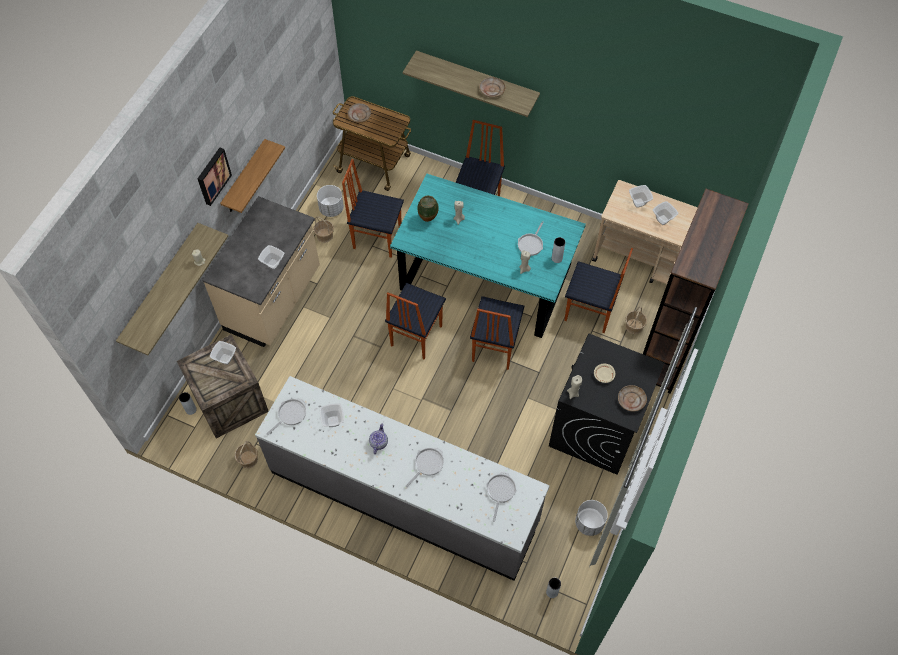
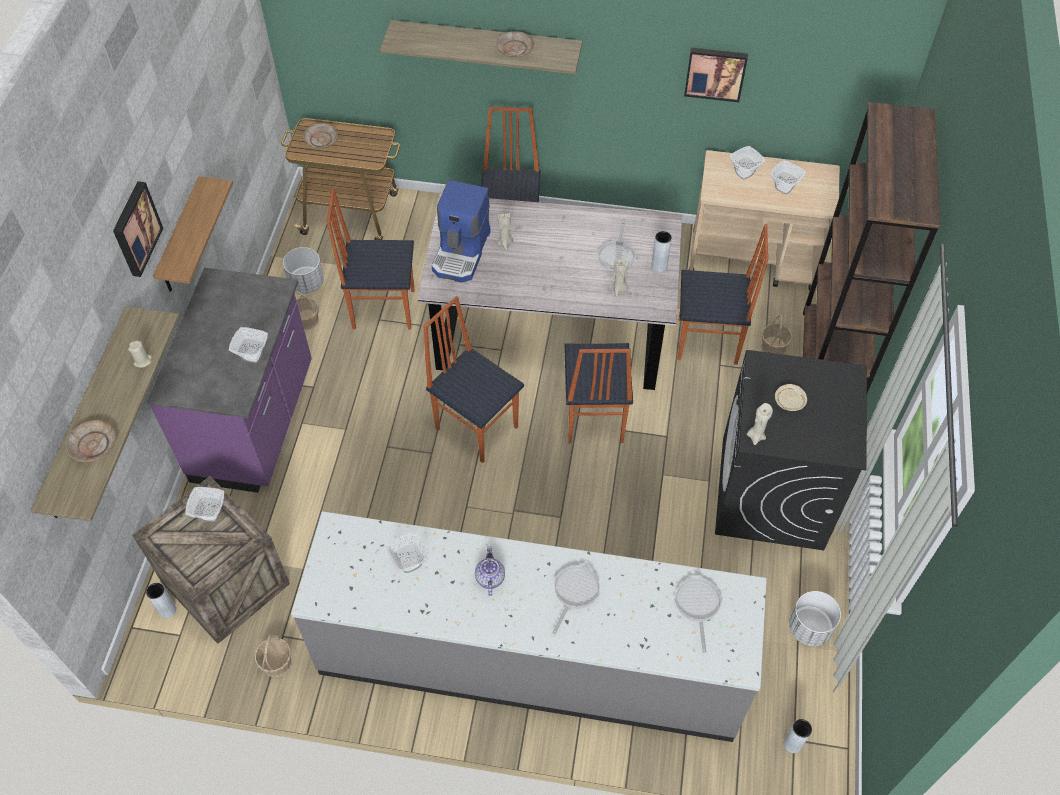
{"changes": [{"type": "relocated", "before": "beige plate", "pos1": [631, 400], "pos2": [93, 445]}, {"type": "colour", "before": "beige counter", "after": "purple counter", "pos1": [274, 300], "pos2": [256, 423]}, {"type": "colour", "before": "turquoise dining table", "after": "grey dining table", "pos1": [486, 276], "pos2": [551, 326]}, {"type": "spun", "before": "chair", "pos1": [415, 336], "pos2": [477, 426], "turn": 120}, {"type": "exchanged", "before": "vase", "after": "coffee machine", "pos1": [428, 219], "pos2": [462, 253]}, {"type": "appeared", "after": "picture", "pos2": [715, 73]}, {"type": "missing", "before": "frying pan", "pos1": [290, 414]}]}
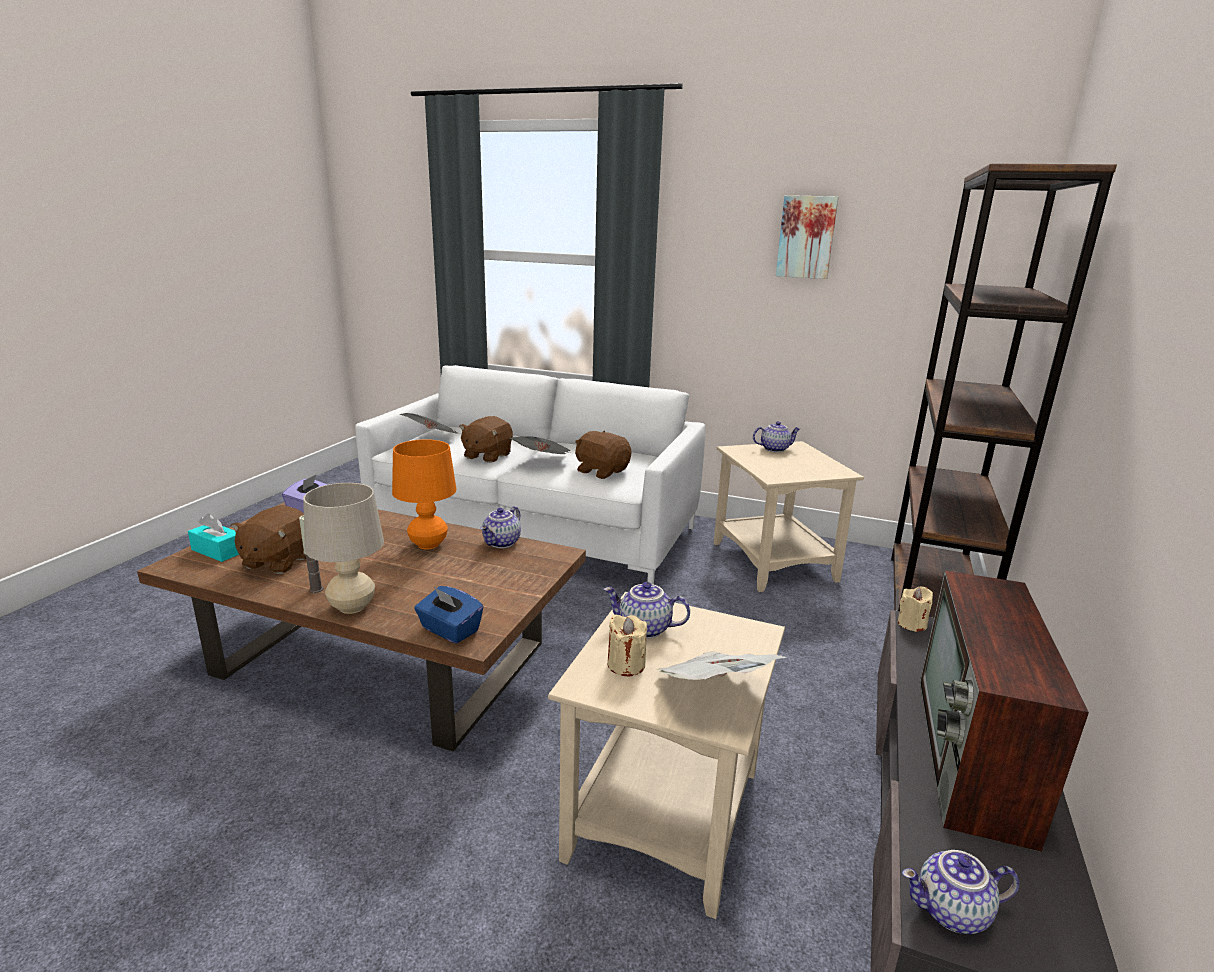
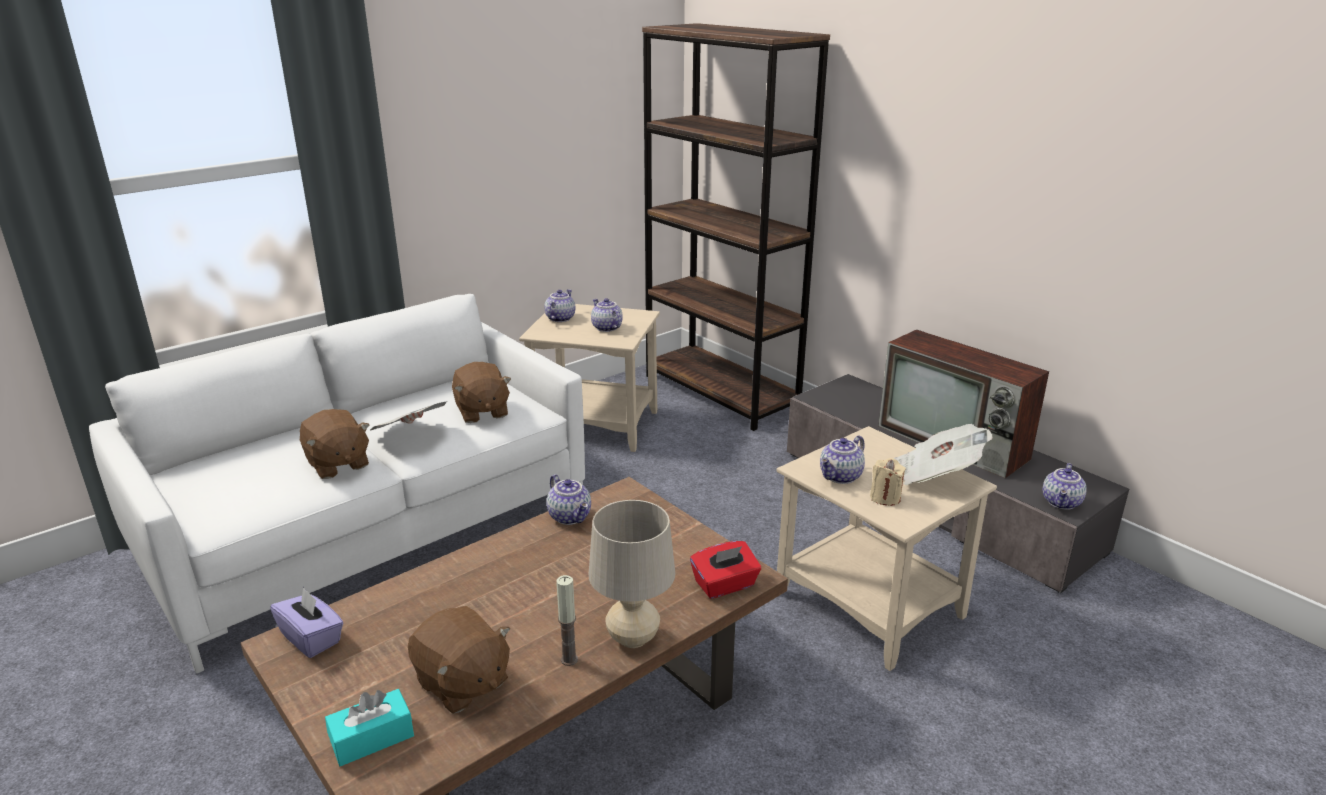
{"changes": [{"type": "spun", "before": "brown plush toy", "pos1": [602, 471], "pos2": [481, 412], "turn": -90}, {"type": "appeared", "after": "teapot", "pos2": [606, 328]}, {"type": "colour", "before": "blue tissue box", "after": "red tissue box", "pos1": [449, 630], "pos2": [725, 585]}, {"type": "missing", "before": "orange table lamp", "pos1": [428, 544]}, {"type": "missing", "before": "newspaper", "pos1": [432, 438]}, {"type": "missing", "before": "picture", "pos1": [806, 237]}, {"type": "missing", "before": "beige candle", "pos1": [912, 624]}]}
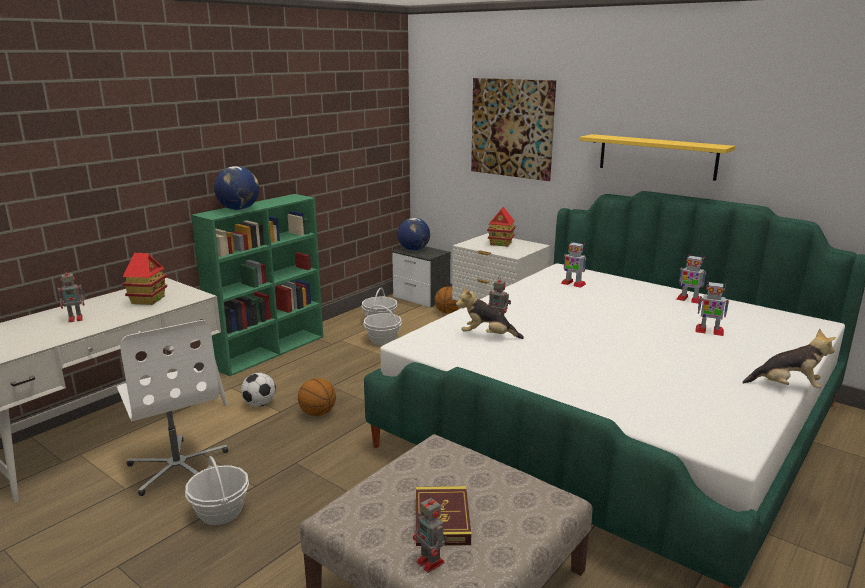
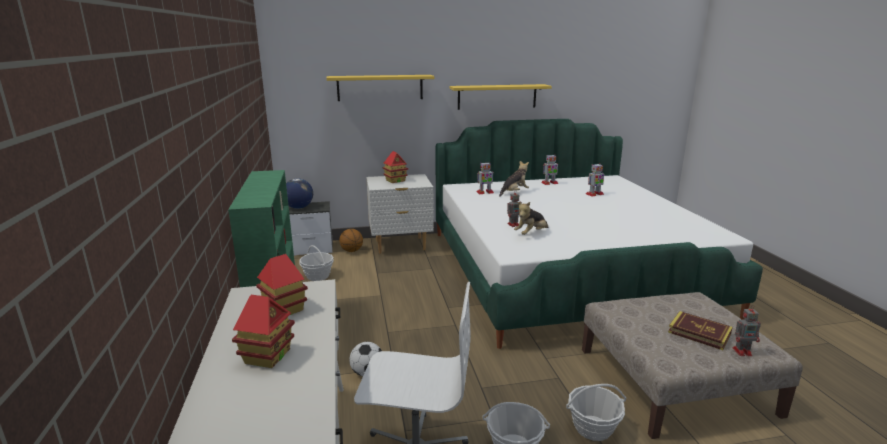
{"changes": [{"type": "exchanged", "before": "toy robot", "after": "toy house", "pos1": [76, 318], "pos2": [267, 356]}, {"type": "exchanged", "before": "picture", "after": "yellow shelf", "pos1": [512, 128], "pos2": [380, 87]}, {"type": "relocated", "before": "plush toy", "pos1": [787, 387], "pos2": [514, 192]}, {"type": "relocated", "before": "basket", "pos1": [383, 340], "pos2": [593, 428]}, {"type": "missing", "before": "globe", "pos1": [239, 209]}, {"type": "missing", "before": "basketball", "pos1": [317, 413]}]}
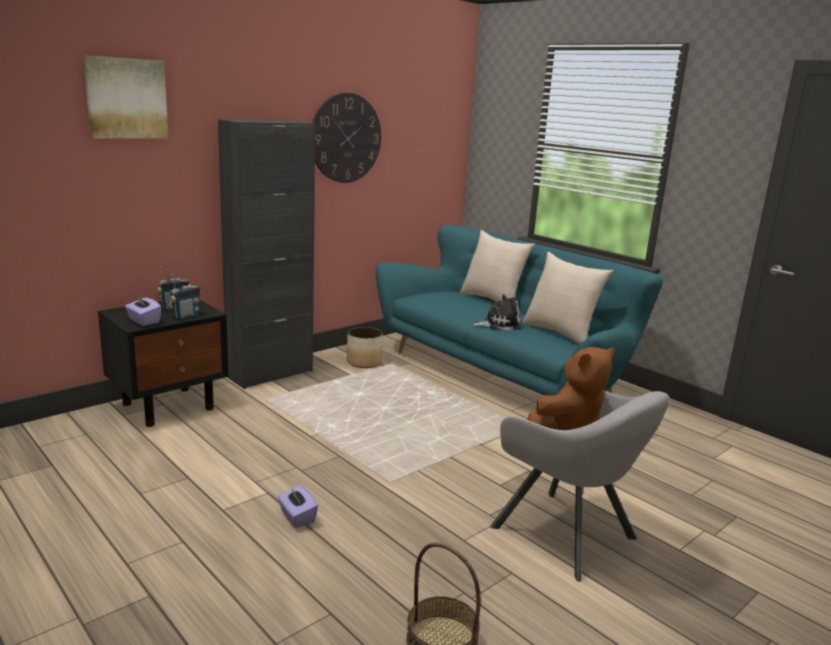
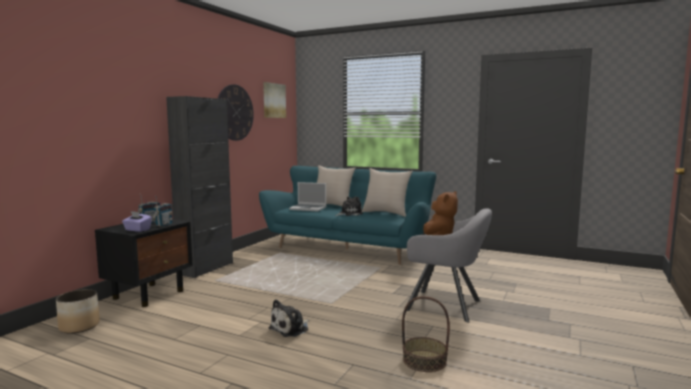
{"changes": [{"type": "relocated", "before": "planter", "pos1": [364, 362], "pos2": [79, 326]}, {"type": "relocated", "before": "picture", "pos1": [126, 98], "pos2": [273, 100]}, {"type": "exchanged", "before": "purple tissue box", "after": "plush toy", "pos1": [297, 517], "pos2": [291, 329]}, {"type": "appeared", "after": "laptop", "pos2": [308, 208]}]}
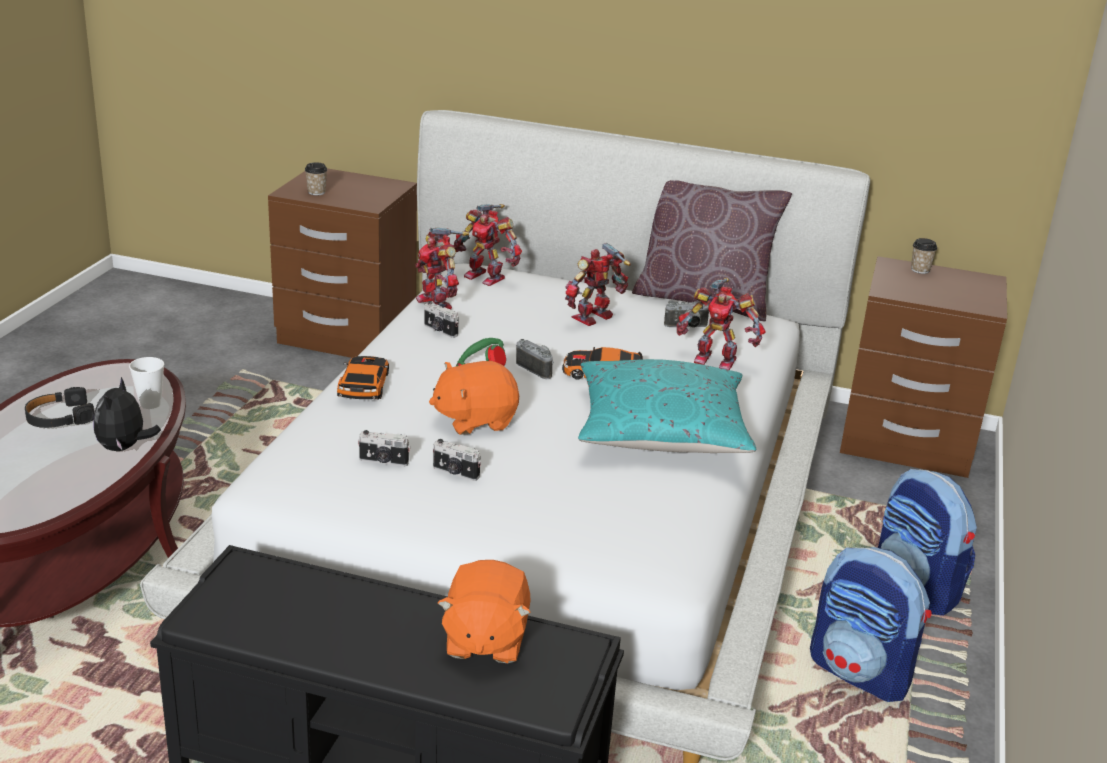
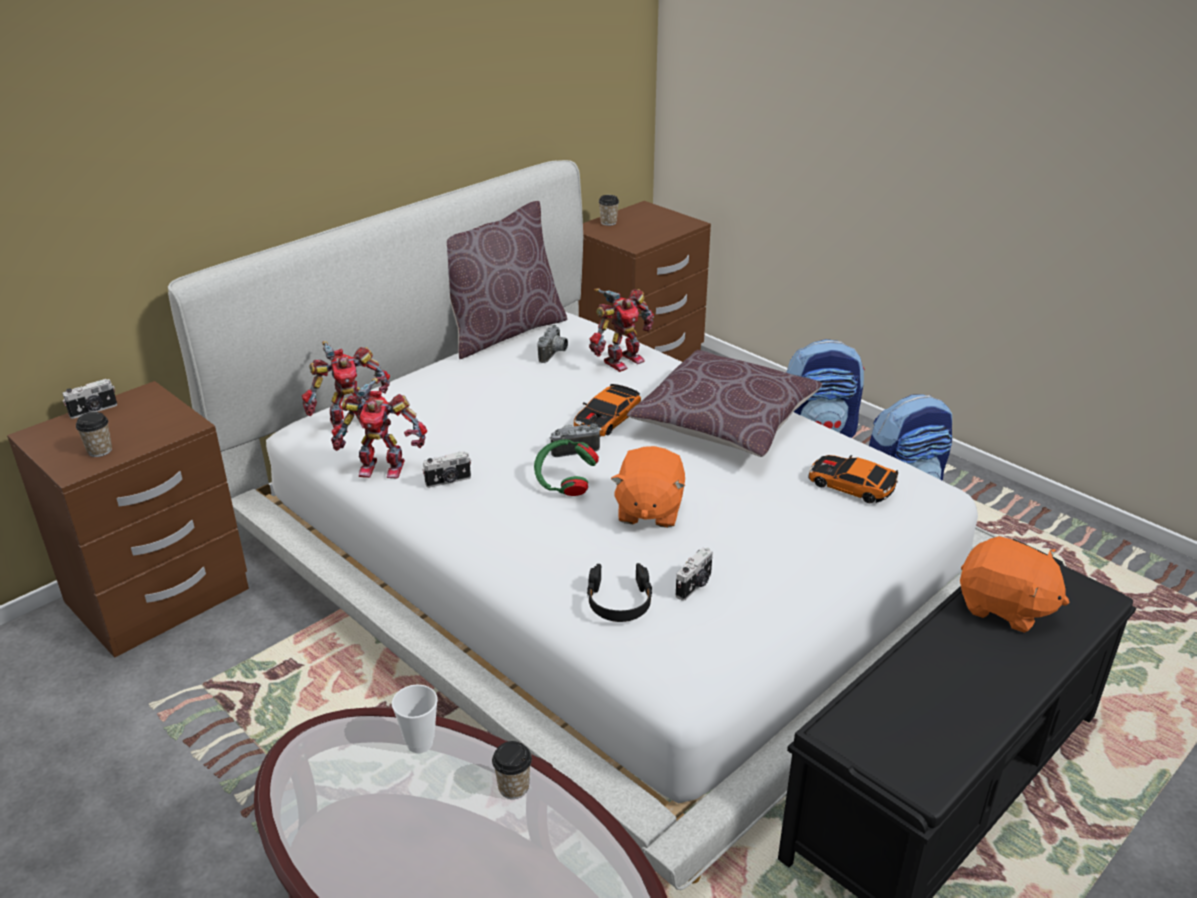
{"changes": [{"type": "relocated", "before": "photo camera", "pos1": [455, 473], "pos2": [94, 411]}, {"type": "exchanged", "before": "plush toy", "after": "cup", "pos1": [124, 448], "pos2": [513, 787]}, {"type": "relocated", "before": "black headphones", "pos1": [59, 417], "pos2": [619, 601]}, {"type": "colour", "before": "turquoise pillow", "after": "brown pillow", "pos1": [661, 431], "pos2": [725, 422]}, {"type": "relocated", "before": "toy car", "pos1": [363, 385], "pos2": [851, 485]}, {"type": "missing", "before": "toy robot", "pos1": [594, 318]}]}
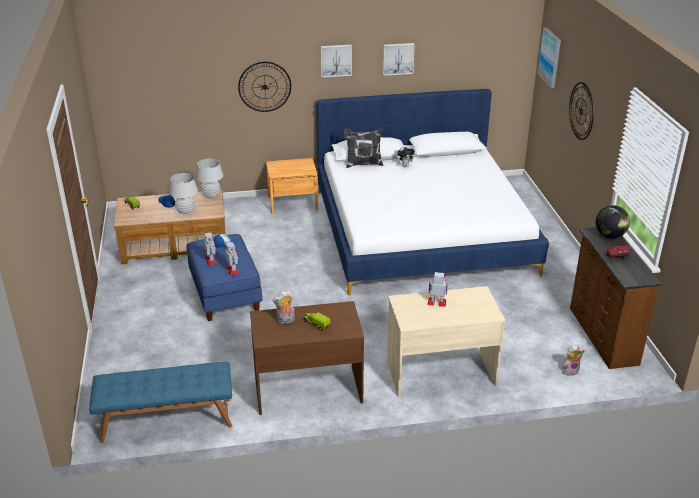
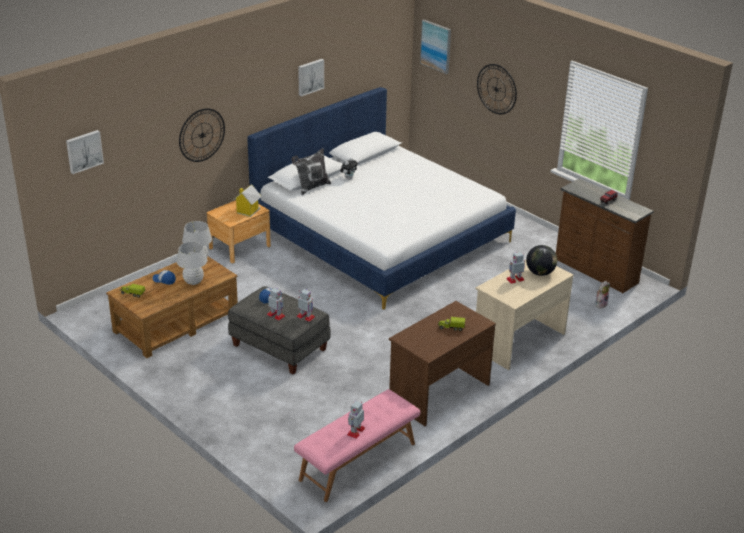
{"changes": [{"type": "relocated", "before": "picture", "pos1": [336, 60], "pos2": [84, 151]}, {"type": "colour", "before": "blue ottoman", "after": "grey ottoman", "pos1": [224, 294], "pos2": [278, 347]}, {"type": "appeared", "after": "toy house", "pos2": [247, 211]}, {"type": "colour", "before": "blue bench", "after": "pink bench", "pos1": [166, 420], "pos2": [358, 462]}, {"type": "appeared", "after": "toy robot", "pos2": [356, 431]}, {"type": "relocated", "before": "globe", "pos1": [610, 235], "pos2": [540, 273]}, {"type": "missing", "before": "plush toy", "pos1": [285, 321]}]}
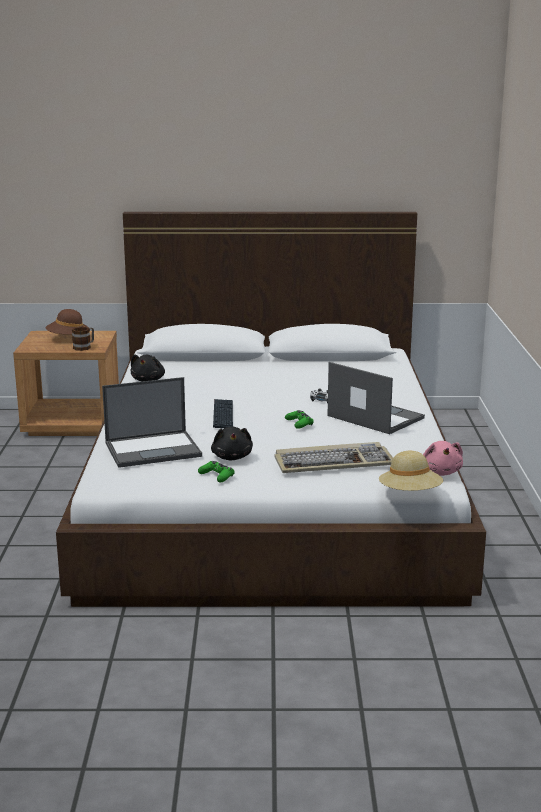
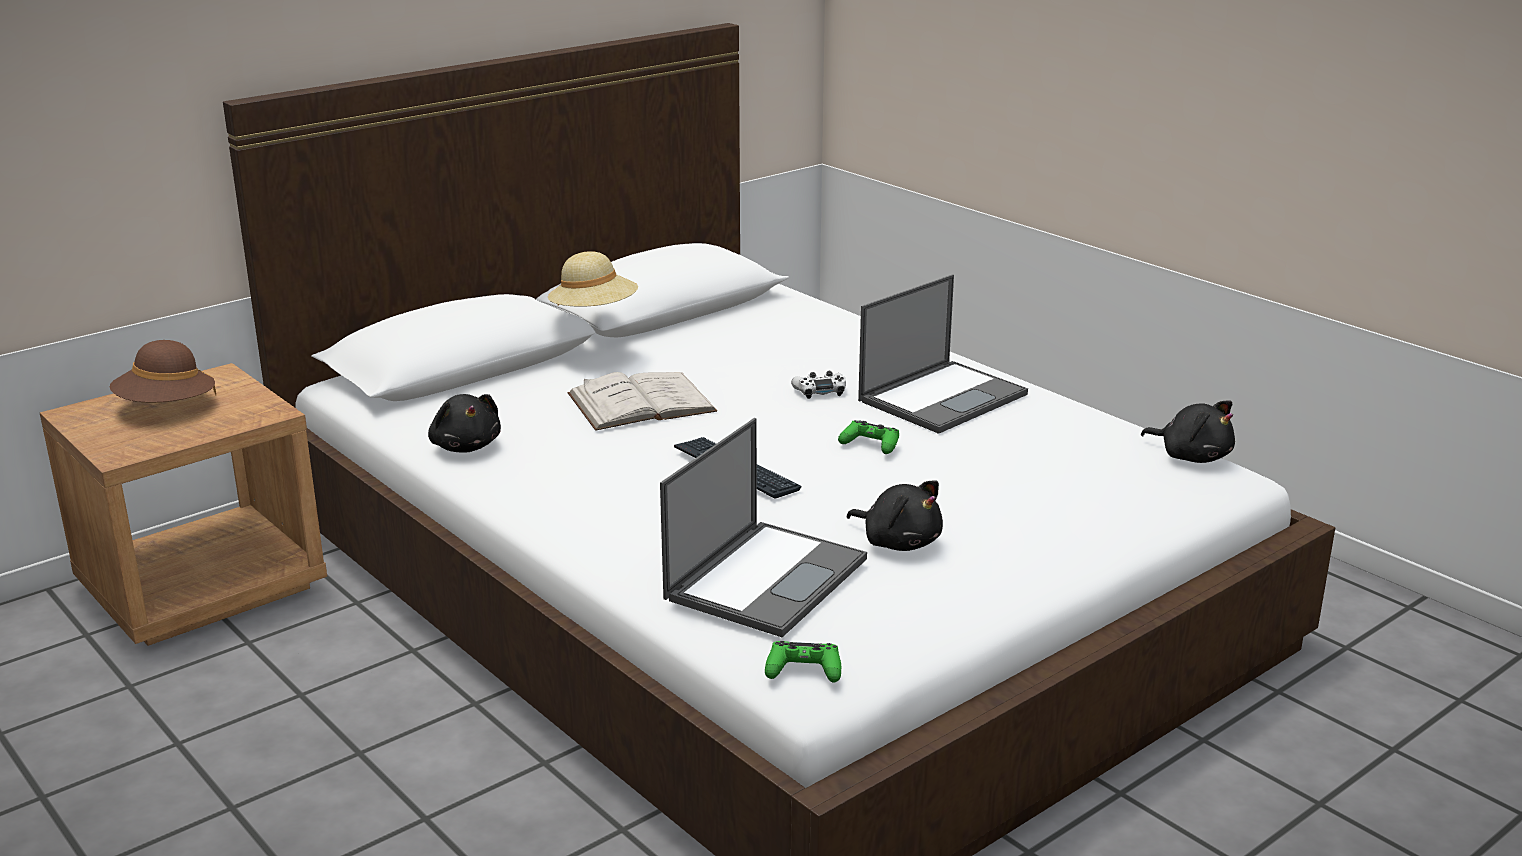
{"changes": [{"type": "relocated", "before": "beige hat", "pos1": [410, 494], "pos2": [594, 313]}, {"type": "appeared", "after": "white book", "pos2": [641, 402]}, {"type": "relocated", "before": "green game controller", "pos1": [217, 476], "pos2": [803, 670]}, {"type": "spun", "before": "laptop", "pos1": [374, 417], "pos2": [943, 397], "turn": 135}, {"type": "colour", "before": "pink plush toy", "after": "black plush toy", "pos1": [440, 472], "pos2": [1192, 456]}, {"type": "missing", "before": "mug", "pos1": [84, 347]}, {"type": "missing", "before": "keyboard", "pos1": [334, 462]}]}
